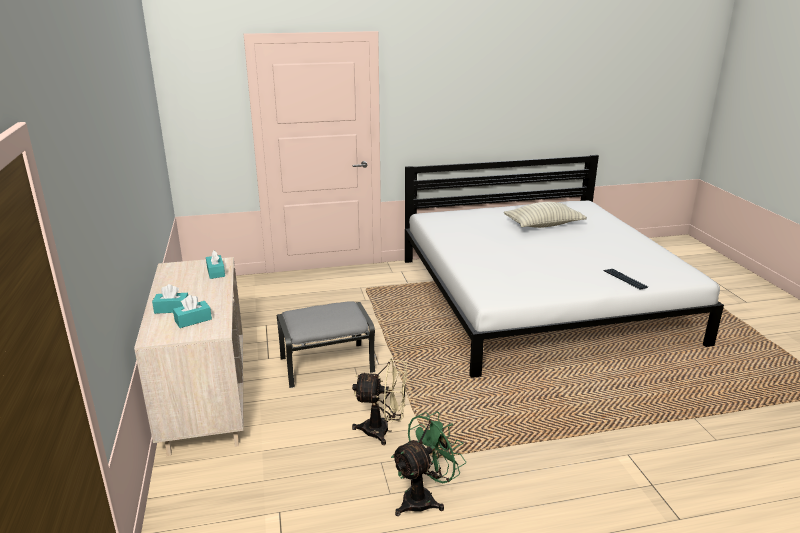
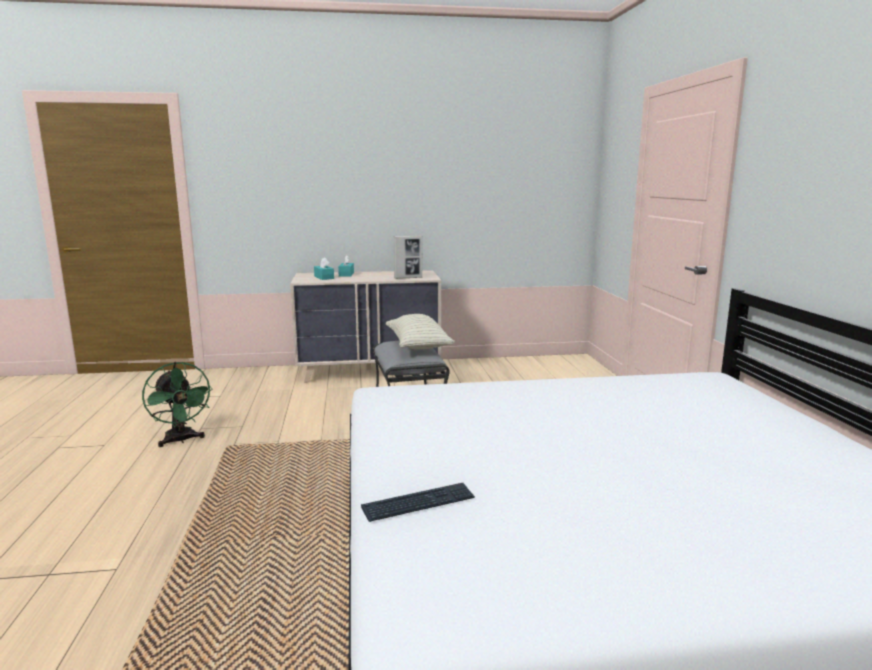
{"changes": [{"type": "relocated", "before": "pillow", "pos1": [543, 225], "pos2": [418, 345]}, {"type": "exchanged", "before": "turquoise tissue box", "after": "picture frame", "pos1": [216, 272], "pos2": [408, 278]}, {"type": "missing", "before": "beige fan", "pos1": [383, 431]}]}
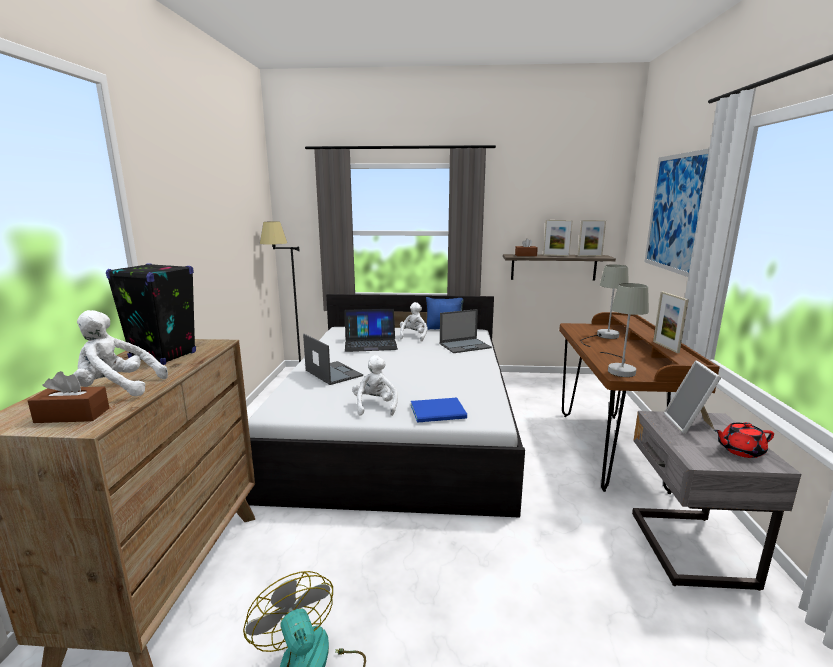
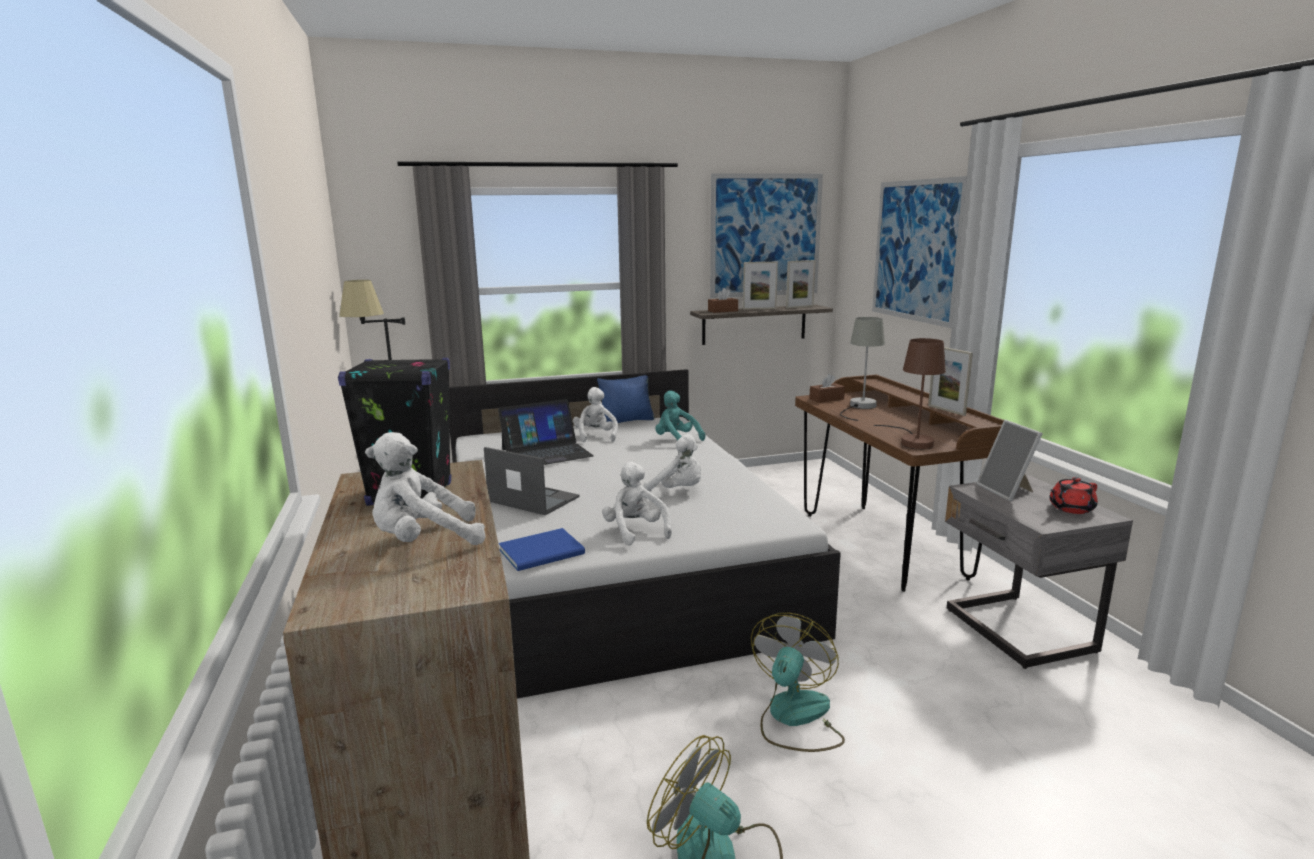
{"changes": [{"type": "relocated", "before": "blue book", "pos1": [440, 412], "pos2": [544, 552]}, {"type": "appeared", "after": "white plush toy", "pos2": [678, 491]}, {"type": "exchanged", "before": "laptop", "after": "turquoise plush toy", "pos1": [465, 346], "pos2": [676, 440]}, {"type": "appeared", "after": "picture", "pos2": [765, 235]}, {"type": "appeared", "after": "fan", "pos2": [795, 718]}, {"type": "relocated", "before": "brown tissue box", "pos1": [72, 415], "pos2": [826, 399]}, {"type": "colour", "before": "grey table lamp", "after": "brown table lamp", "pos1": [620, 369], "pos2": [913, 441]}]}
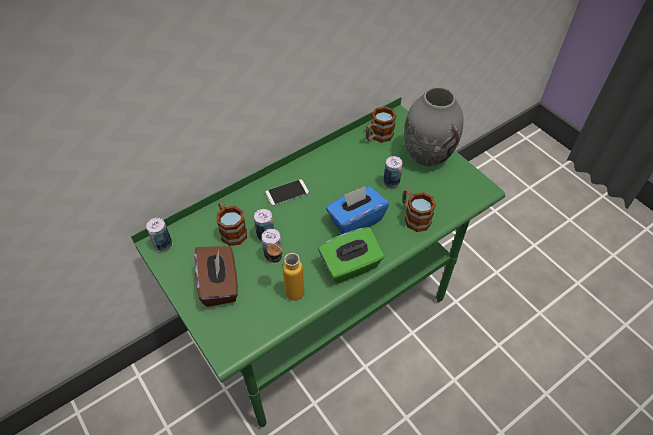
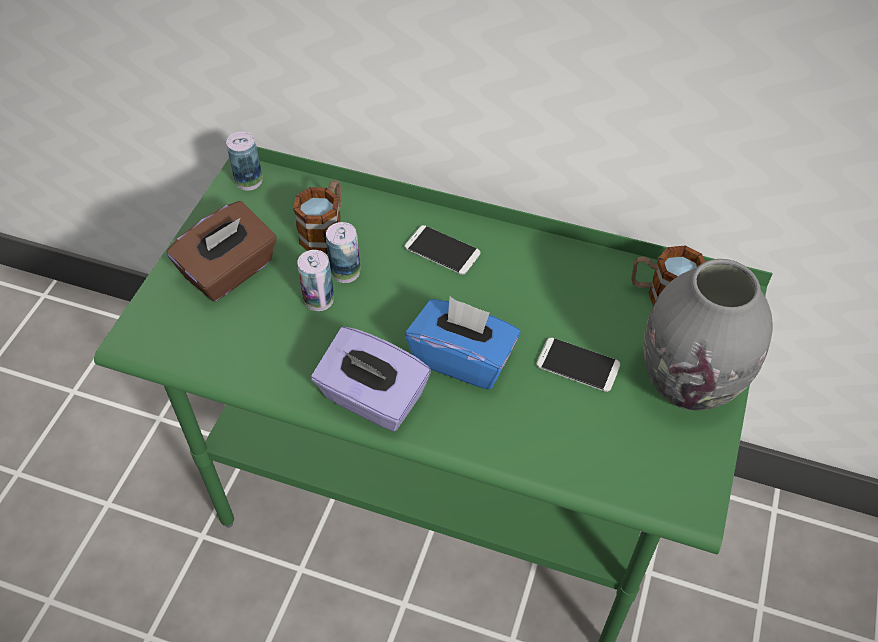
{"changes": [{"type": "colour", "before": "green tissue box", "after": "purple tissue box", "pos1": [350, 266], "pos2": [372, 399]}, {"type": "exchanged", "before": "can", "after": "phone", "pos1": [391, 183], "pos2": [578, 365]}, {"type": "missing", "before": "bottle", "pos1": [287, 290]}, {"type": "missing", "before": "mug", "pos1": [414, 217]}]}
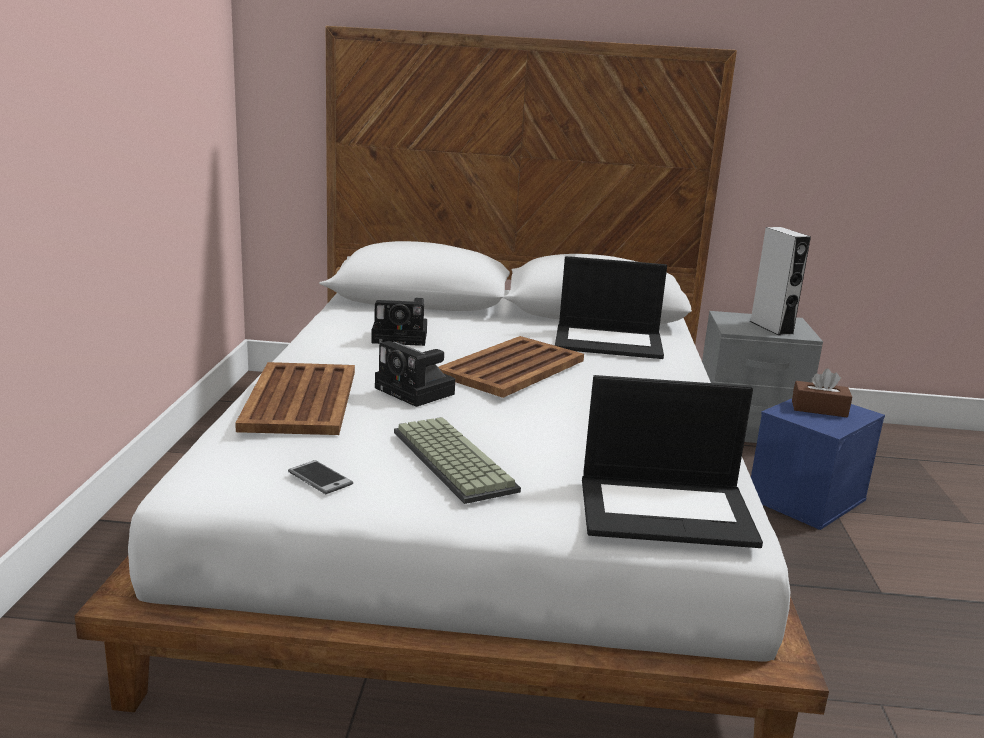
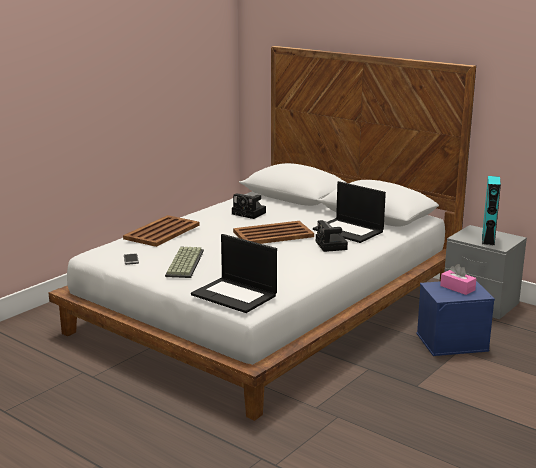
{"changes": [{"type": "relocated", "before": "photo camera", "pos1": [417, 392], "pos2": [332, 246]}, {"type": "colour", "before": "brown tissue box", "after": "pink tissue box", "pos1": [819, 409], "pos2": [457, 288]}, {"type": "colour", "before": "grey speaker", "after": "turquoise speaker", "pos1": [771, 327], "pos2": [488, 239]}]}
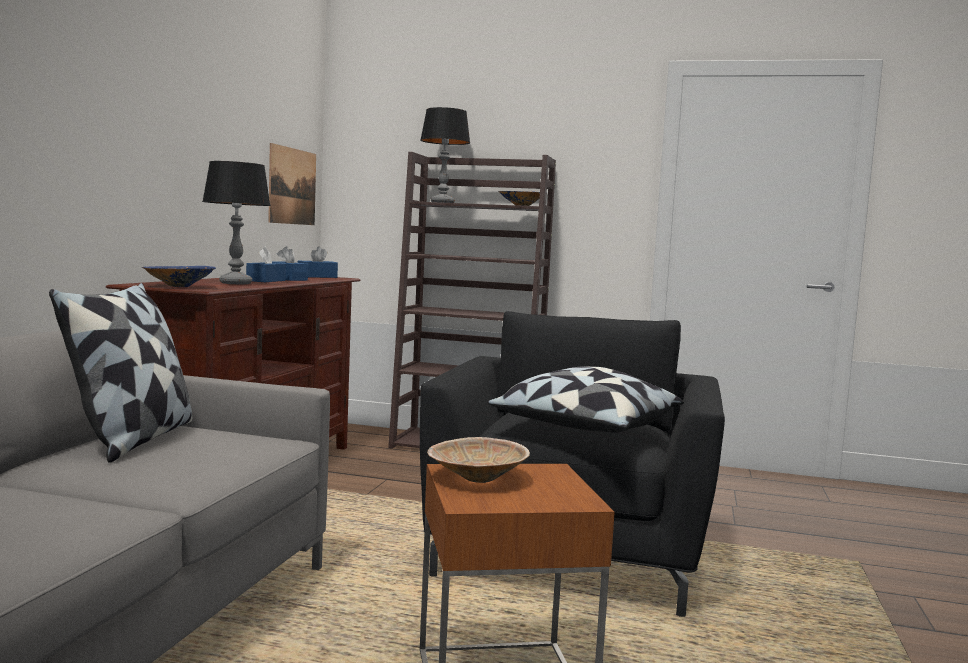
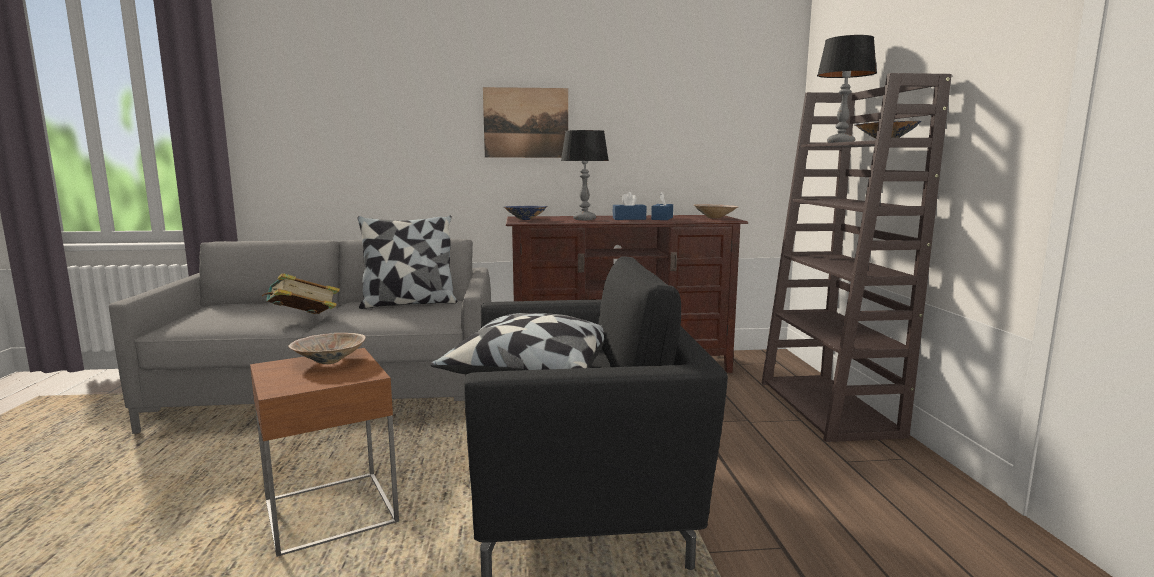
{"changes": [{"type": "appeared", "after": "book", "pos2": [303, 319]}, {"type": "relocated", "before": "picture", "pos1": [292, 186], "pos2": [526, 123]}, {"type": "exchanged", "before": "blue tissue box", "after": "beige bowl", "pos1": [317, 277], "pos2": [715, 218]}]}
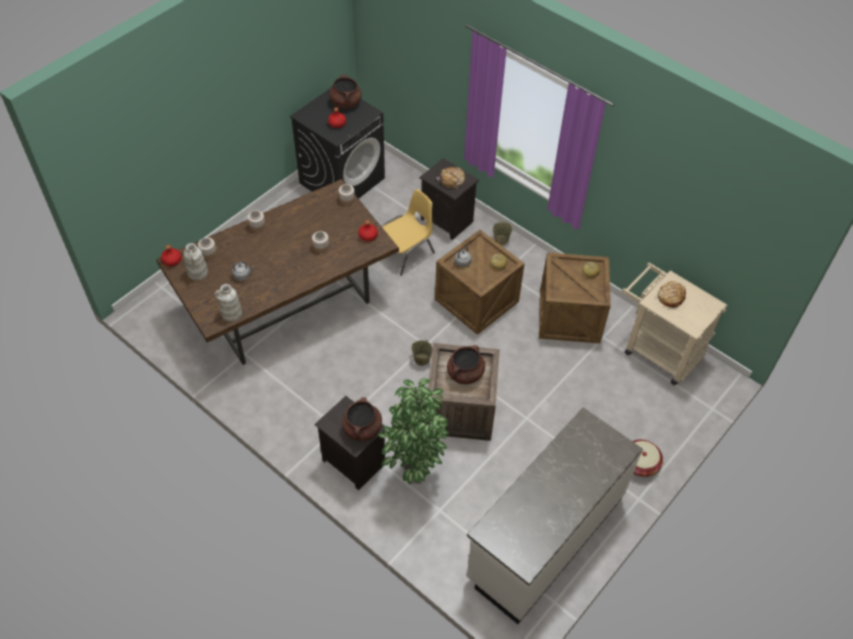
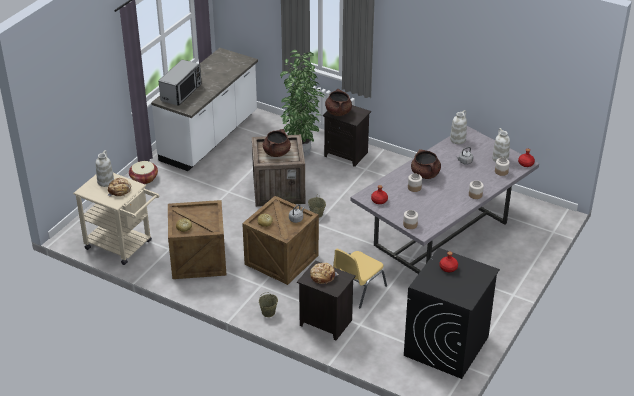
{"changes": [{"type": "appeared", "after": "white vase", "pos2": [105, 181]}, {"type": "appeared", "after": "microwave", "pos2": [181, 92]}, {"type": "colour", "before": "brown dining table", "after": "grey dining table", "pos1": [286, 305], "pos2": [442, 234]}, {"type": "relocated", "before": "brown cooking pot", "pos1": [345, 102], "pos2": [425, 174]}]}
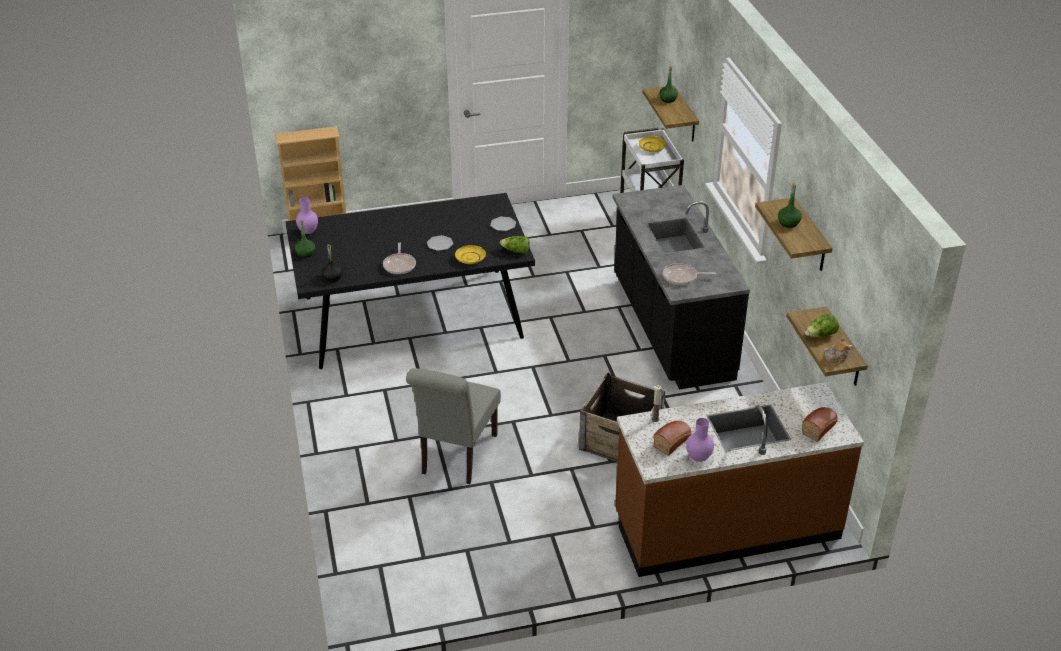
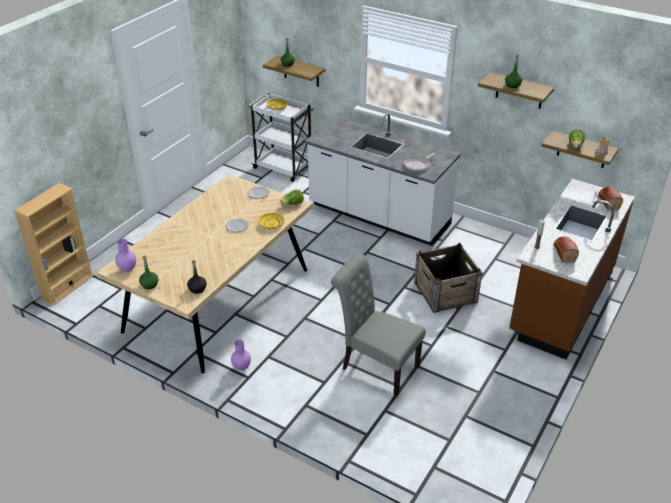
{"changes": [{"type": "colour", "before": "black dining table", "after": "beige dining table", "pos1": [414, 317], "pos2": [218, 299]}, {"type": "relocated", "before": "purple vase", "pos1": [699, 458], "pos2": [242, 367]}, {"type": "colour", "before": "black counter", "after": "white counter", "pos1": [670, 328], "pos2": [378, 216]}, {"type": "spun", "before": "grey chair", "pos1": [456, 457], "pos2": [376, 366], "turn": 150}, {"type": "missing", "before": "frying pan", "pos1": [399, 265]}]}
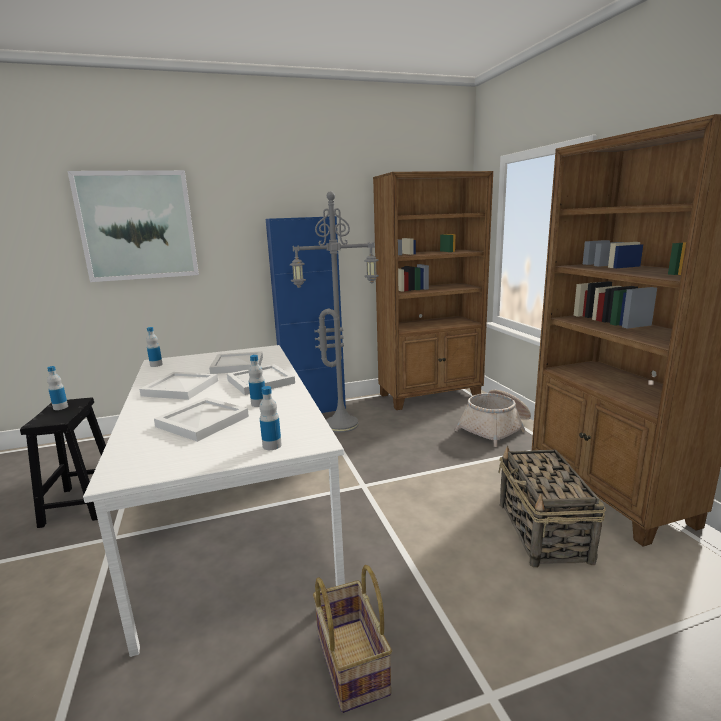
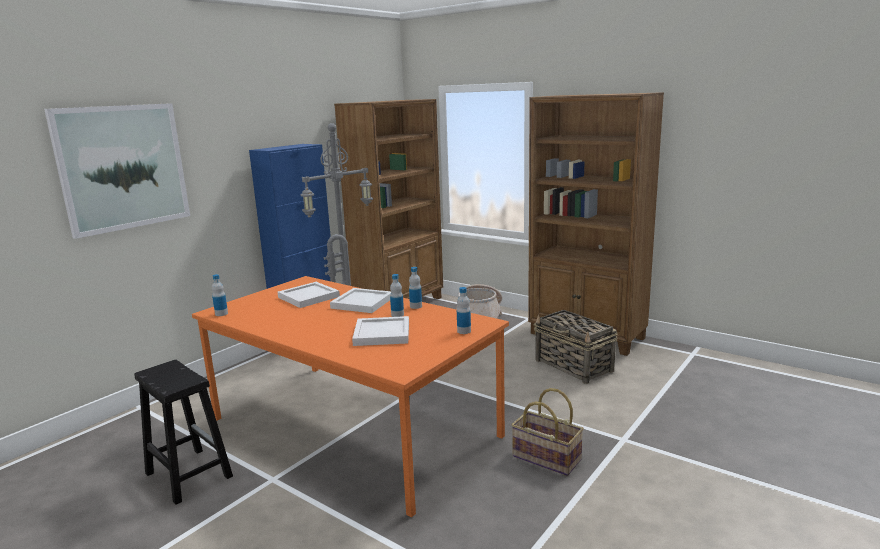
{"changes": [{"type": "colour", "before": "white dining table", "after": "orange dining table", "pos1": [231, 511], "pos2": [351, 427]}, {"type": "relocated", "before": "bottle", "pos1": [60, 407], "pos2": [416, 306]}, {"type": "missing", "before": "white tray", "pos1": [181, 388]}]}
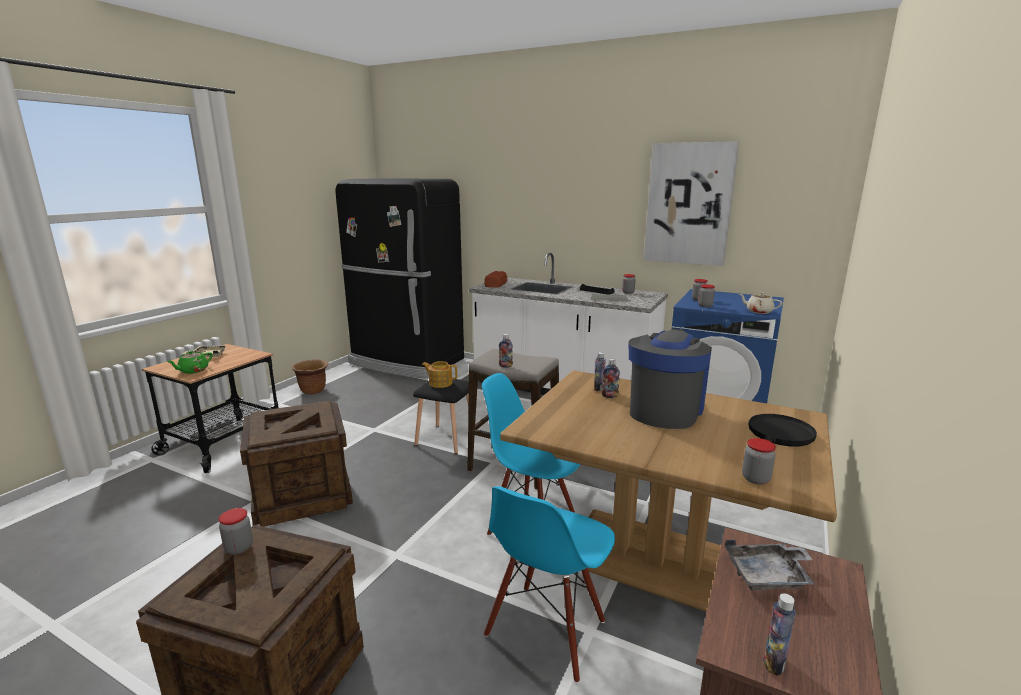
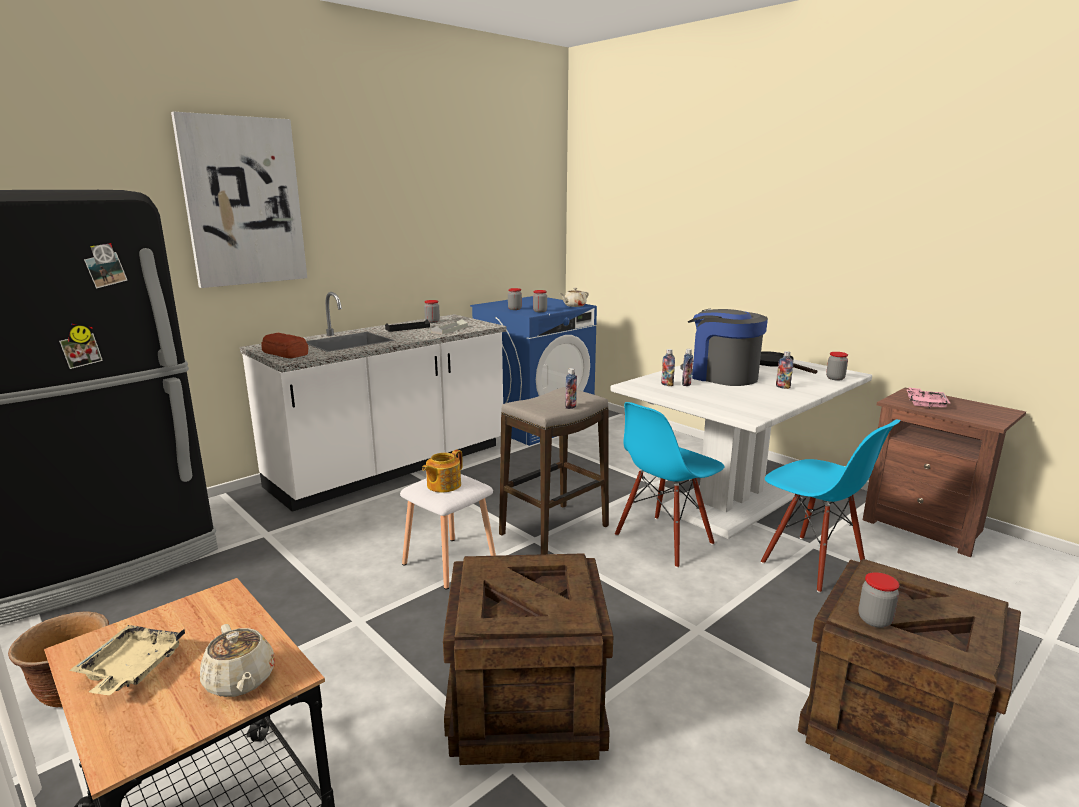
{"changes": [{"type": "relocated", "before": "picture", "pos1": [688, 204], "pos2": [243, 202]}, {"type": "colour", "before": "green teapot", "after": "beige teapot", "pos1": [193, 371], "pos2": [240, 681]}, {"type": "colour", "before": "black stool", "after": "white stool", "pos1": [447, 439], "pos2": [450, 561]}, {"type": "colour", "before": "brown dining table", "after": "white dining table", "pos1": [655, 560], "pos2": [733, 501]}, {"type": "relocated", "before": "bottle", "pos1": [774, 663], "pos2": [783, 387]}, {"type": "colour", "before": "grey tray", "after": "pink tray", "pos1": [768, 576], "pos2": [925, 404]}]}
